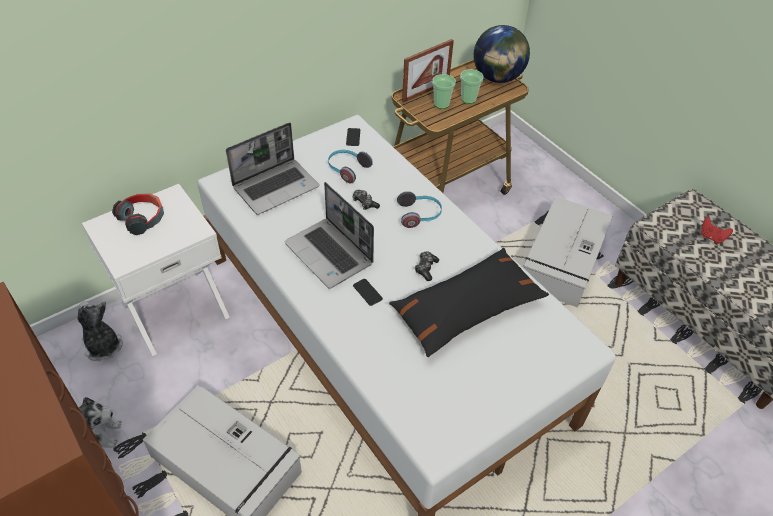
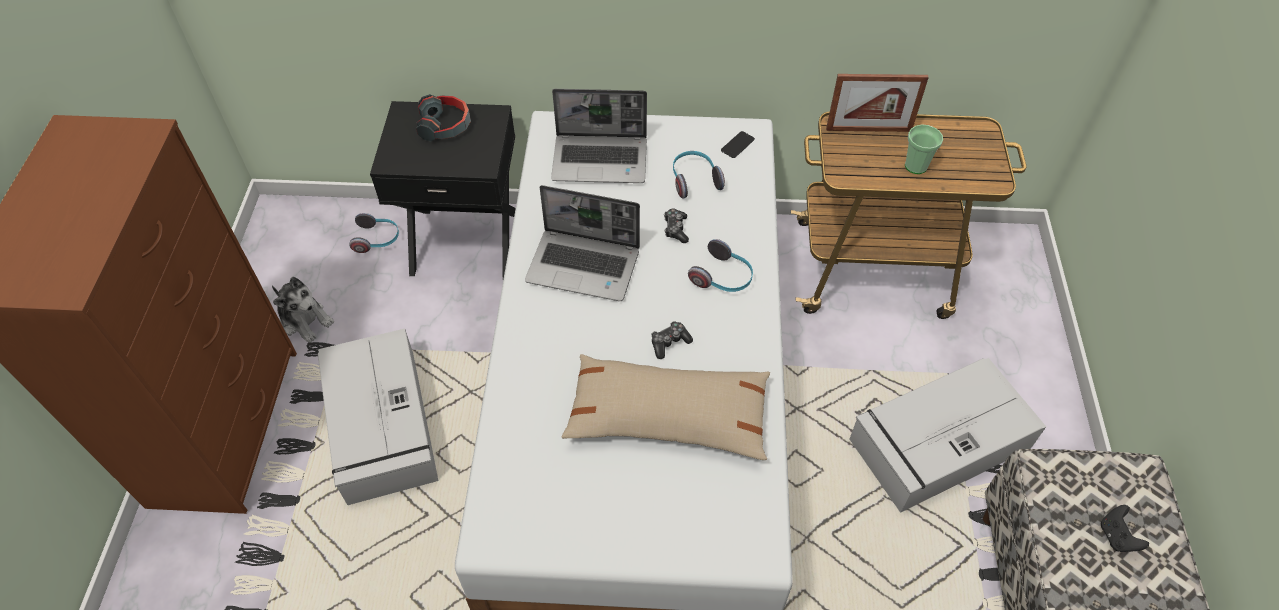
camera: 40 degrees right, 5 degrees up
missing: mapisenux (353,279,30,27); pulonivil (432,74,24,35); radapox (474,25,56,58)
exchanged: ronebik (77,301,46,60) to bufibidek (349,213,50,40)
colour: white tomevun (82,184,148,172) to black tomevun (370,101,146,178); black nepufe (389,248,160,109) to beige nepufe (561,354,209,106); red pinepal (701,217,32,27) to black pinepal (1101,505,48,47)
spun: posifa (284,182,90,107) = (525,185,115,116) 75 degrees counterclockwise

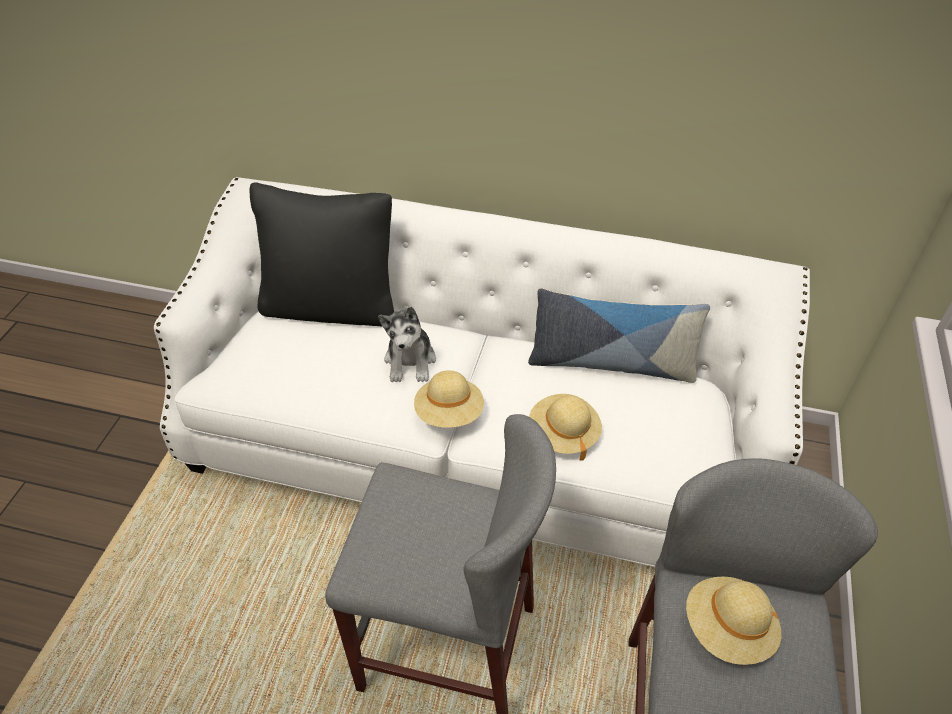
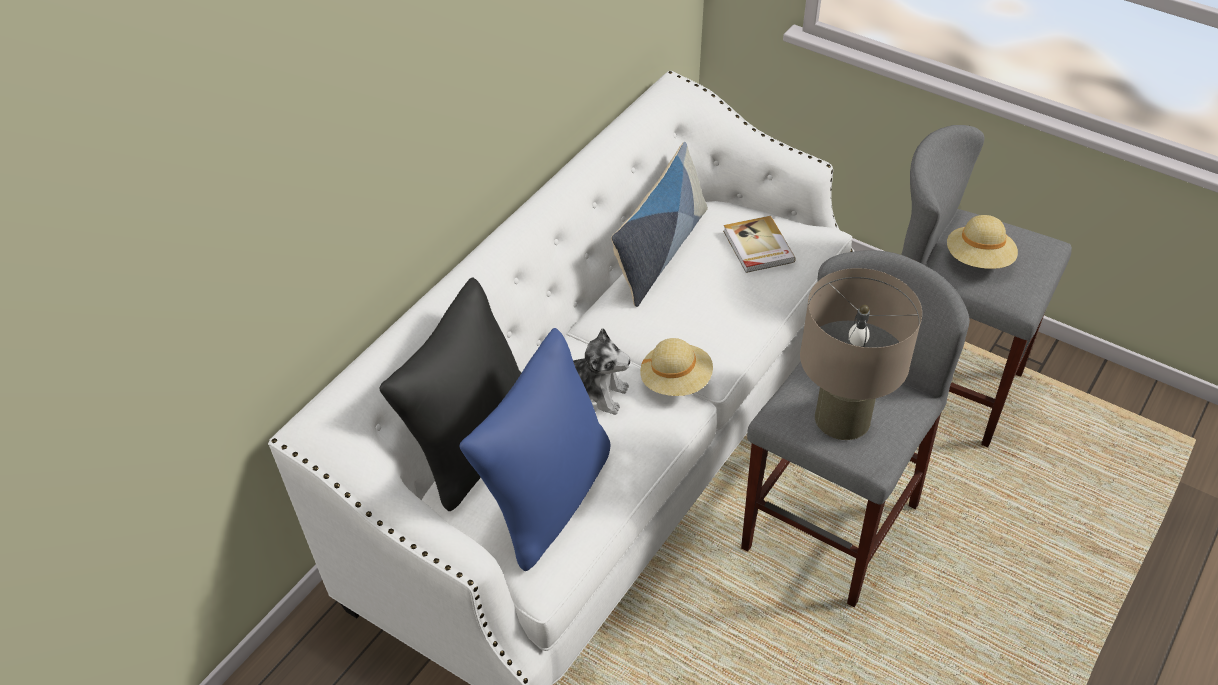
camera: 70 degrees left, 0 degrees up
missing: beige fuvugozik (529,394,73,67)
appeared: blue nepufe (460,328,150,243); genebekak (723,216,73,57); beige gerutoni (800,268,122,172)

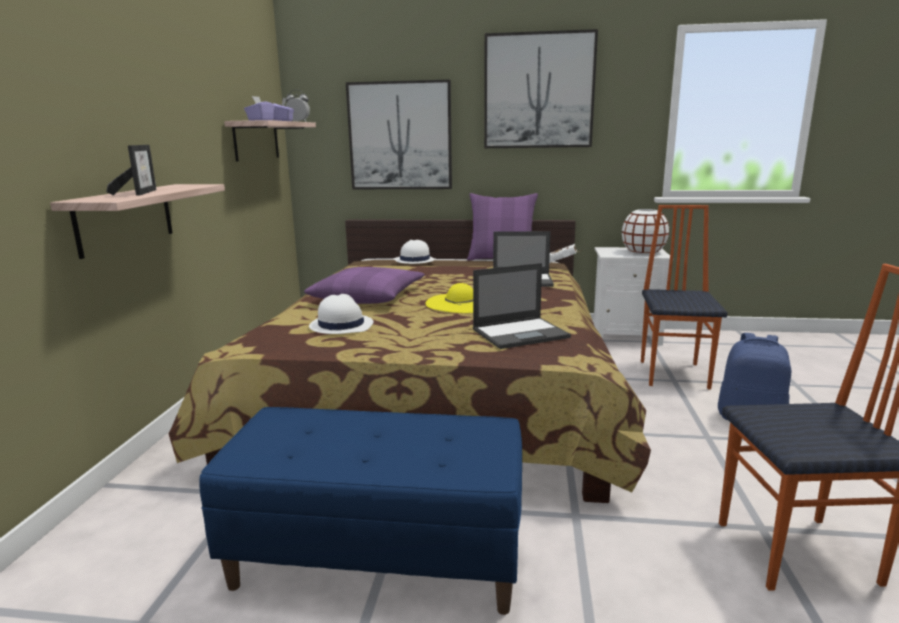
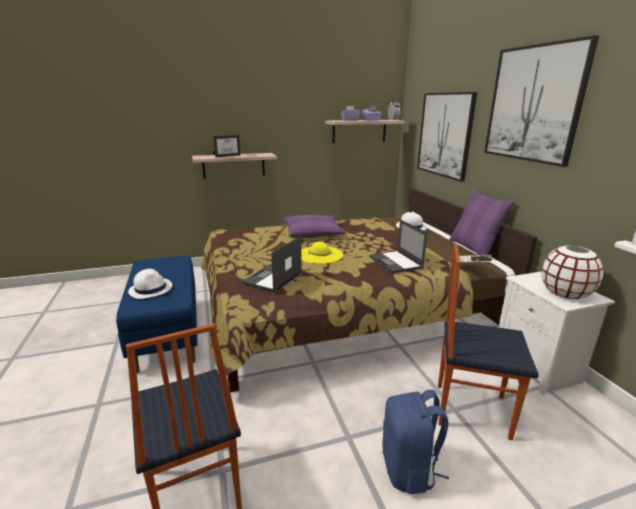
camera: 65 degrees right, 5 degrees up
relocated: white fuvugozik (309,294,64,40) to (128,269,44,30)
spun: posifa (473,263,98,86) = (241,236,61,57) 75 degrees clockwise; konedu (641,205,87,185) = (438,243,101,197) 150 degrees counterclockwise

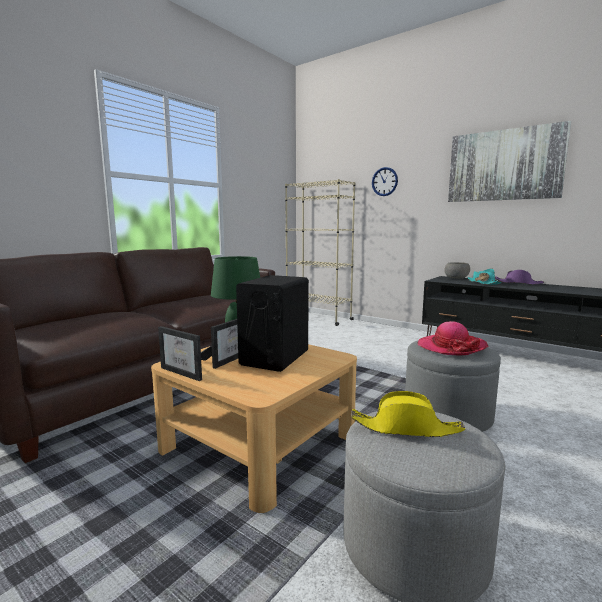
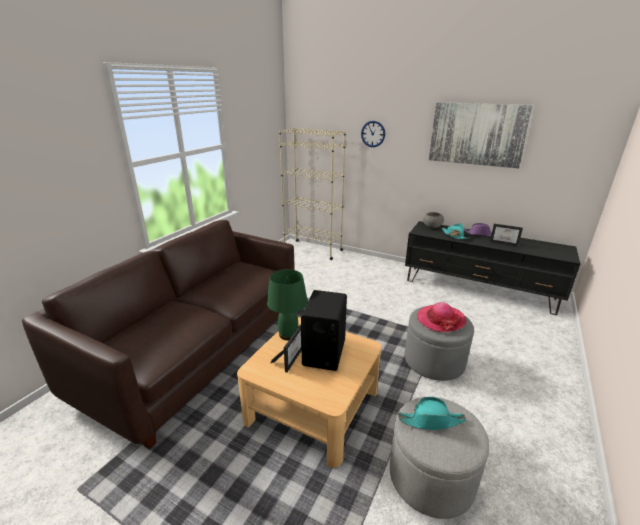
camera: 10 degrees left, 15 degrees up
relocated: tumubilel (158,326,44,55) to (490,224,33,22)
colour: yellow fuvugozik (351,391,115,46) to turquoise fuvugozik (398,397,68,33)

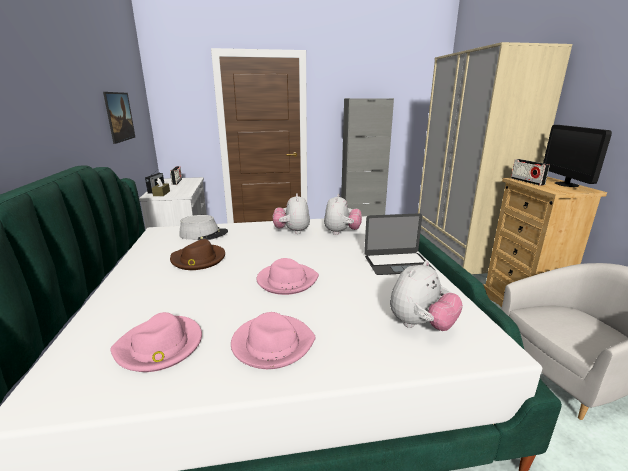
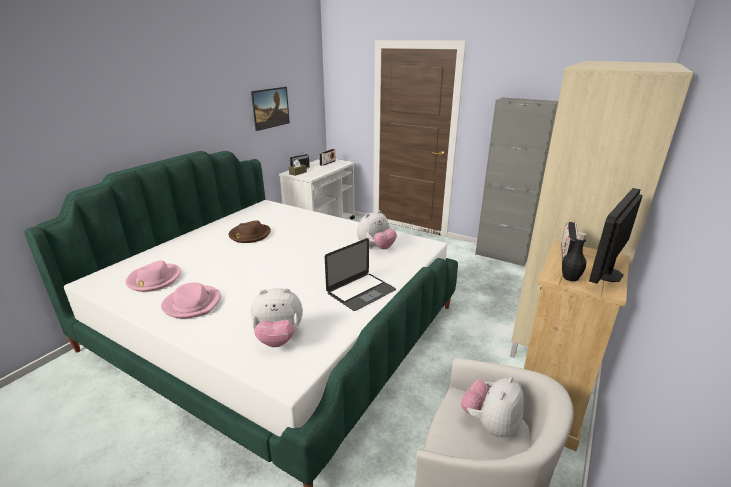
camera: 40 degrees right, 5 degrees up
missing: grey fuvugozik (179,215,49,25); pink fuvugozik (257,258,62,37)
appeared: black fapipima (562,232,25,49)
relocated: ronebik (273,193,37,41) to (461,377,63,60)
spun: posifa (364,213,71,62) = (325,238,71,73) 75 degrees counterclockwise

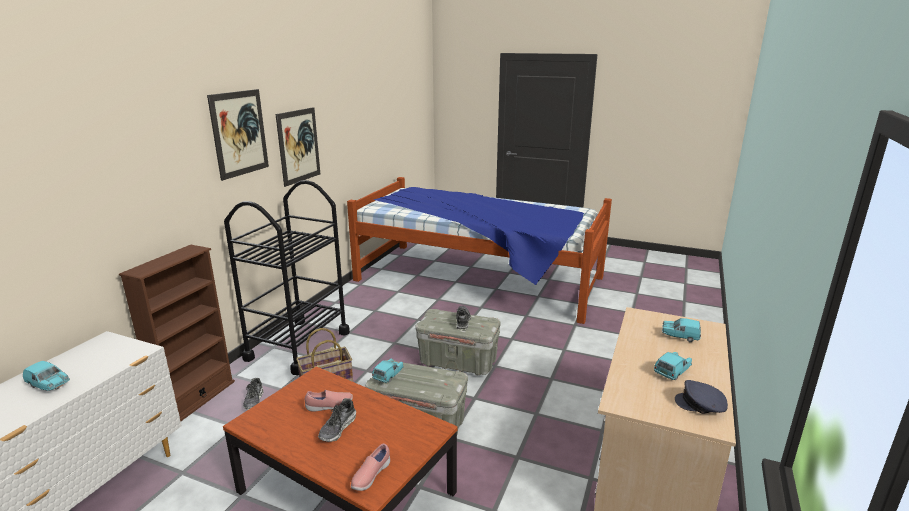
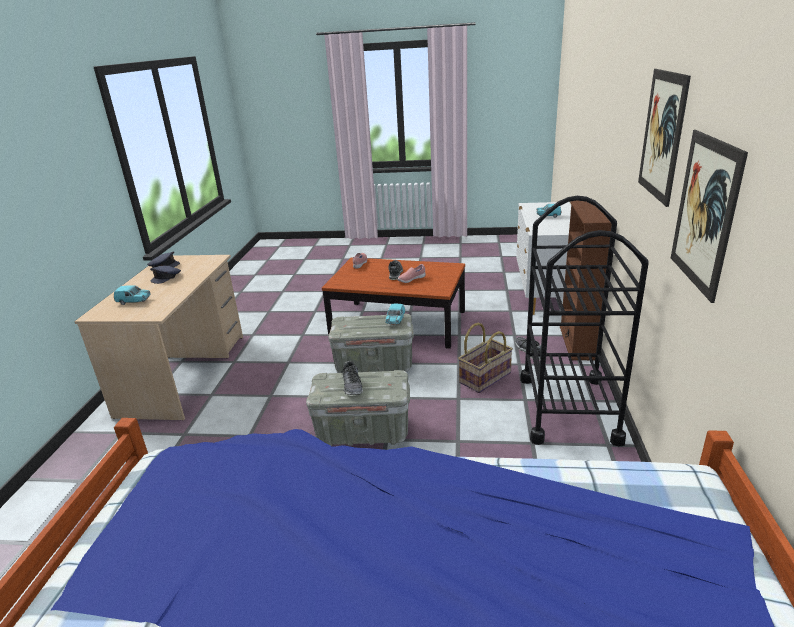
camera: 165 degrees right, 5 degrees up
exchanged: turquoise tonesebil (654,352,38,28) to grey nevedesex (150,265,31,19)

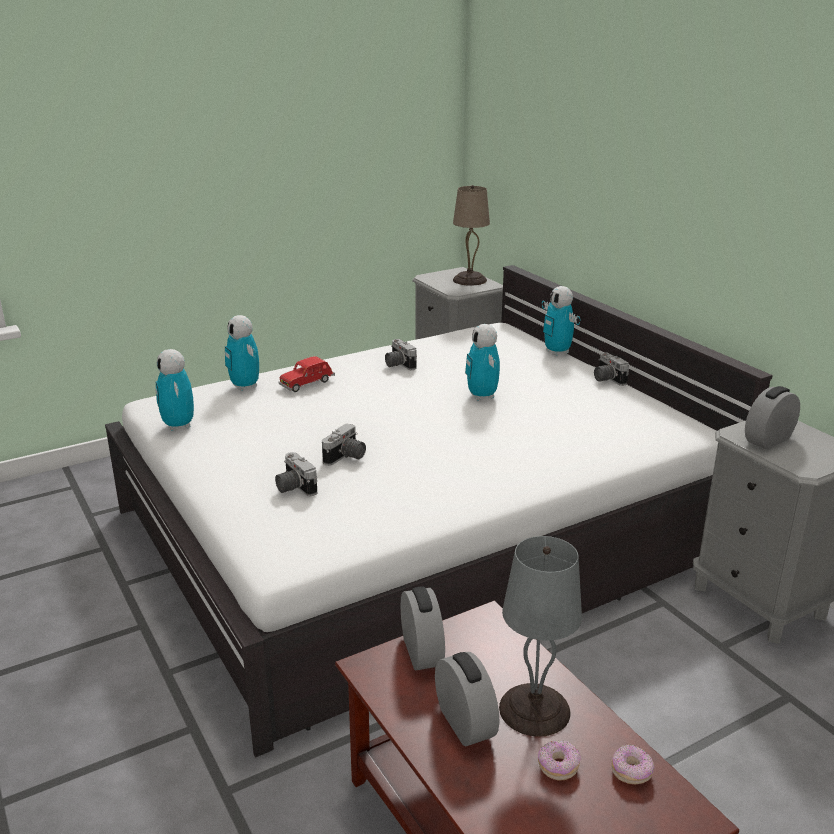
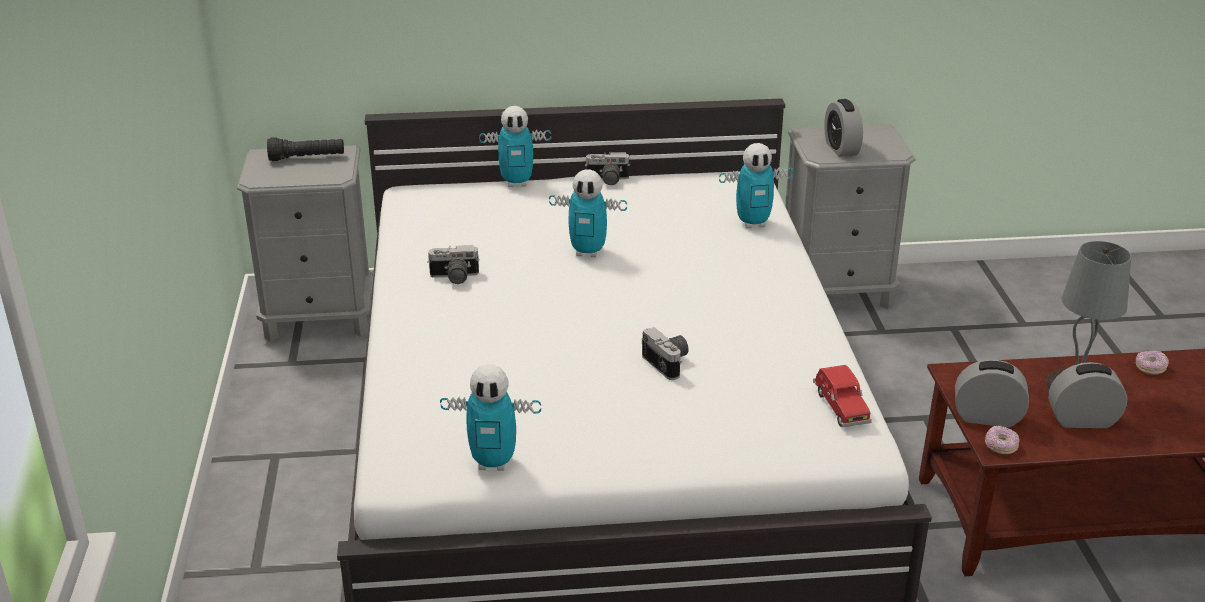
camera: 65 degrees left, 5 degrees up
missing: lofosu (275,452,42,44)
relocated: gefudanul (225,315,34,76) to (719,143,74,85); red tonesebil (278,356,57,36) to (813,365,59,63); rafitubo (538,741,42,40) to (985,425,35,29)
exchanged: beige gerutoni (453,185,37,101) to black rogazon (267,137,77,24)

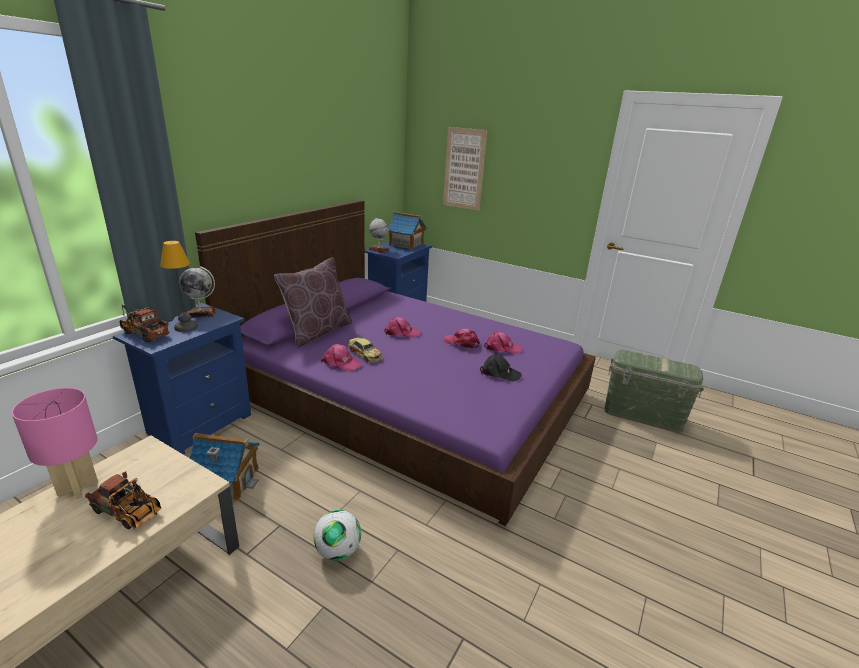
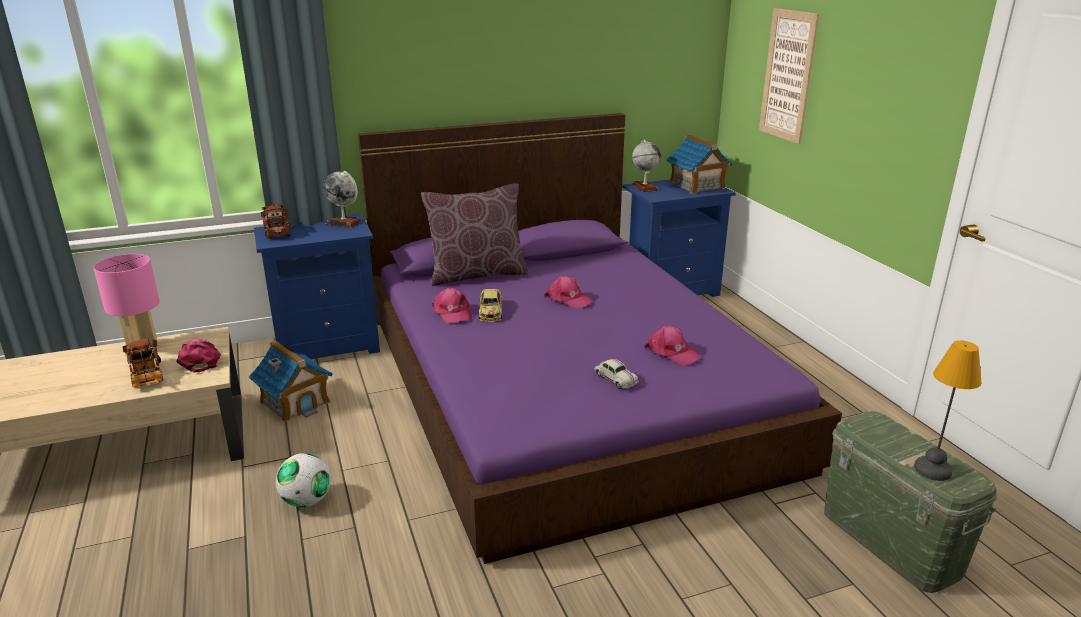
camera: 40 degrees right, 0 degrees up
relocated: pink nevedesex (444,329,36,19) to (176,338,45,34); gerutoni (160,241,38,91) to (914,341,67,140)
exchanged: black nevedesex (480,355,42,27) to white tonesebil (594,359,45,30)

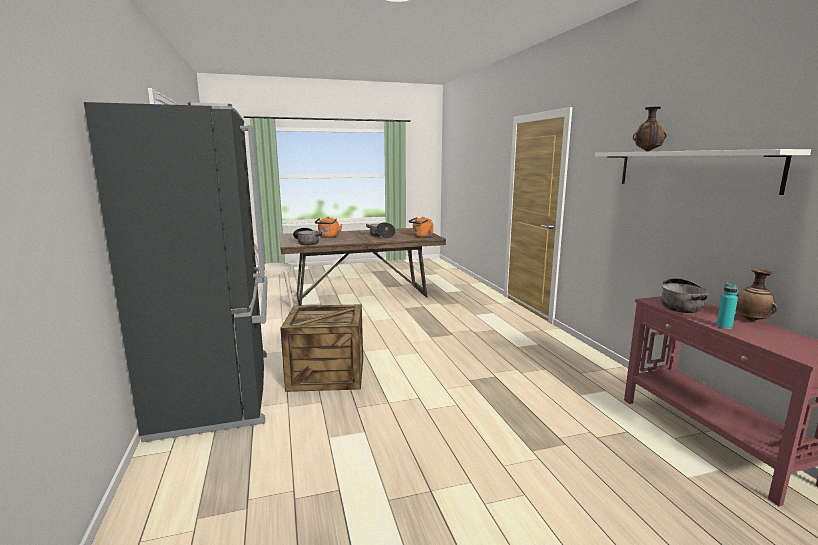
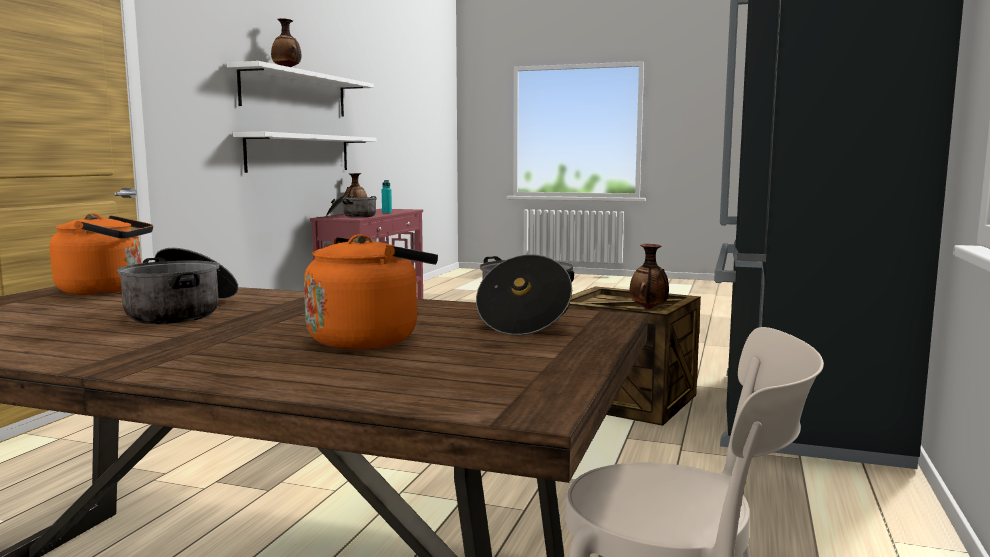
camera: 145 degrees left, 5 degrees down
appeared: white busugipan (233,132,144,41); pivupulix (630,244,39,65)

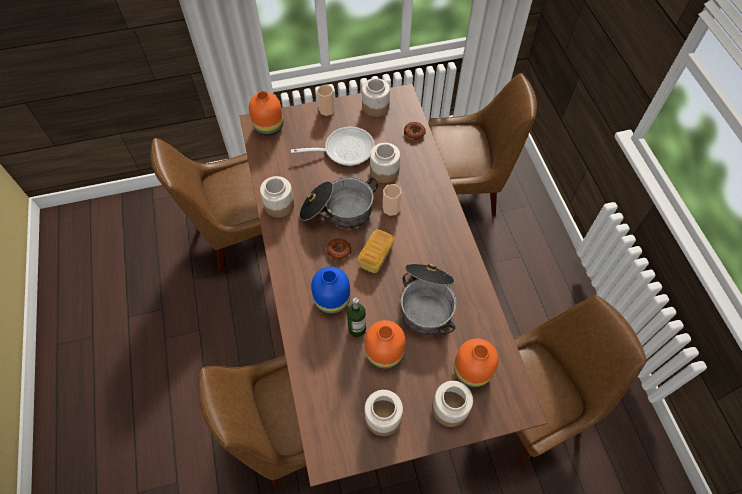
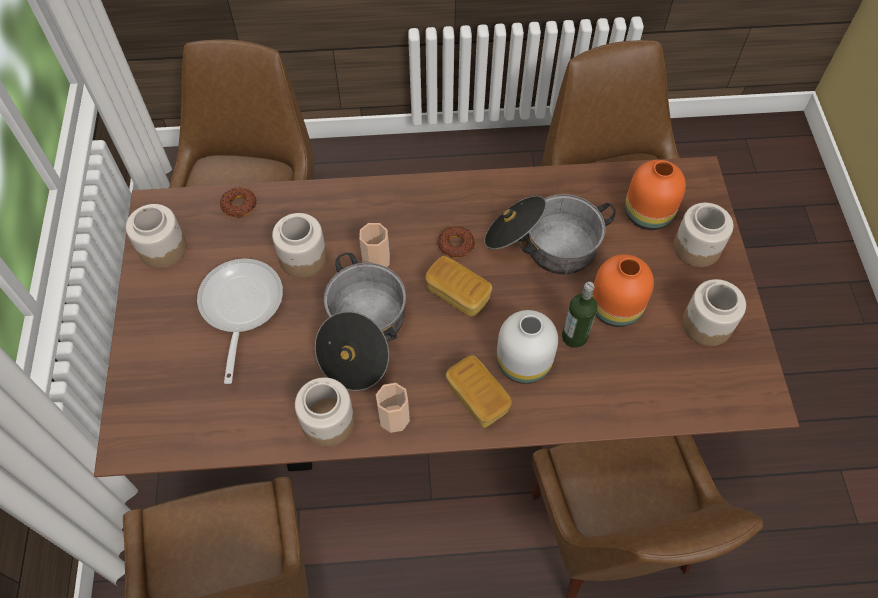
camera: 80 degrees left, 0 degrees up
missing: orange pivupulix (249,91,34,45)
appeared: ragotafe (446,355,66,73)
relocated: pulonivil (317,85,18,31) to (376,383,34,50); rafitubo (327,238,25,23) to (438,226,37,32)
colour: blue pivupulix (311,267,39,47) to white pivupulix (497,310,61,74)

